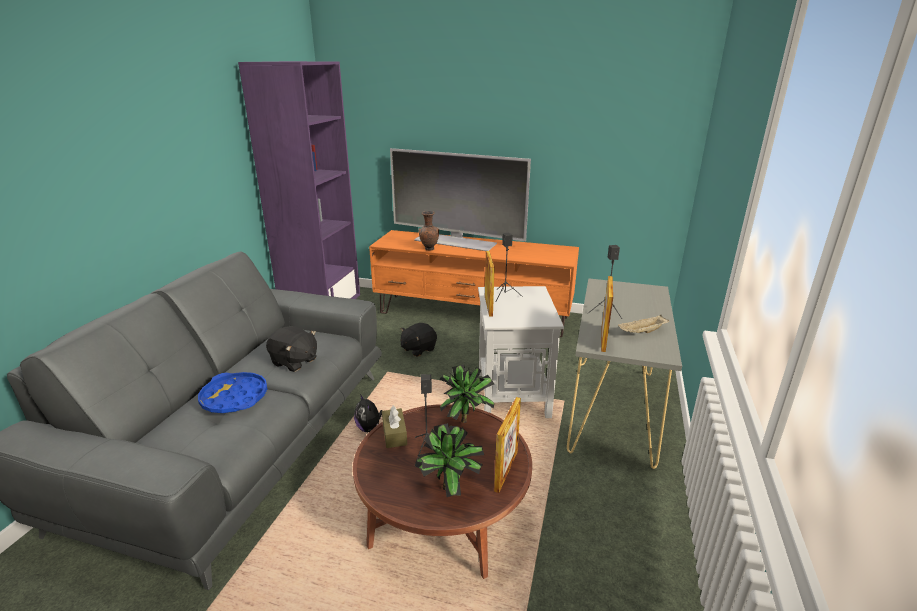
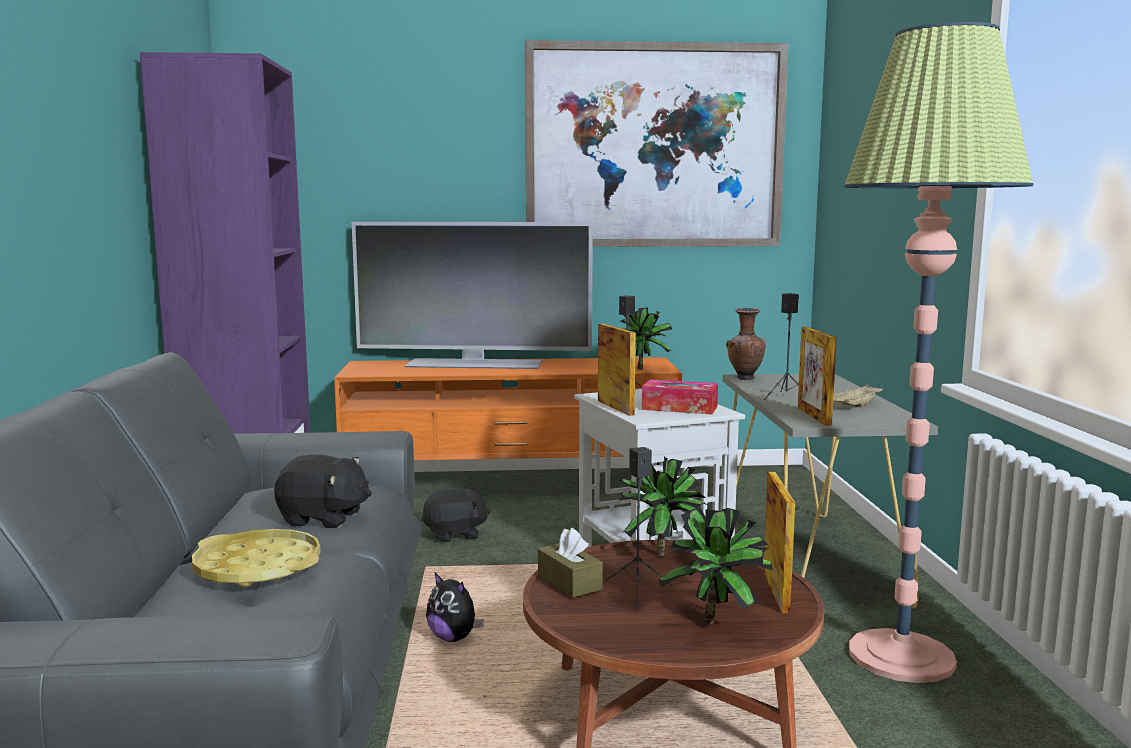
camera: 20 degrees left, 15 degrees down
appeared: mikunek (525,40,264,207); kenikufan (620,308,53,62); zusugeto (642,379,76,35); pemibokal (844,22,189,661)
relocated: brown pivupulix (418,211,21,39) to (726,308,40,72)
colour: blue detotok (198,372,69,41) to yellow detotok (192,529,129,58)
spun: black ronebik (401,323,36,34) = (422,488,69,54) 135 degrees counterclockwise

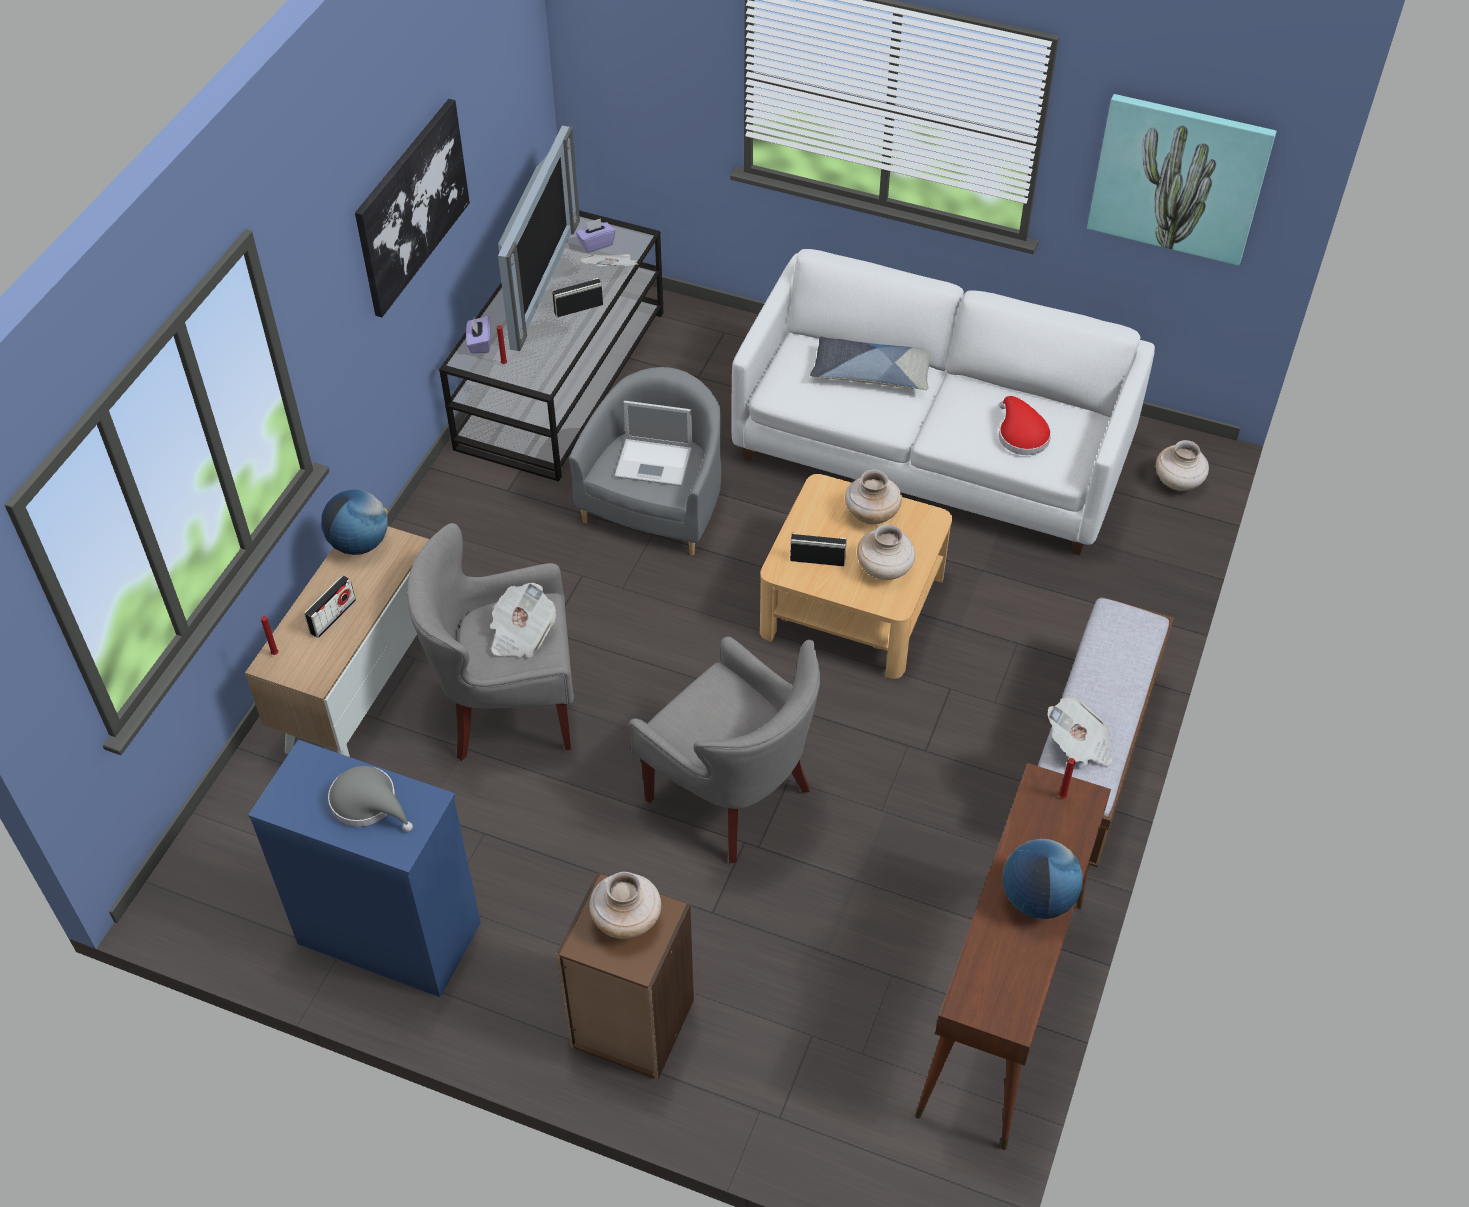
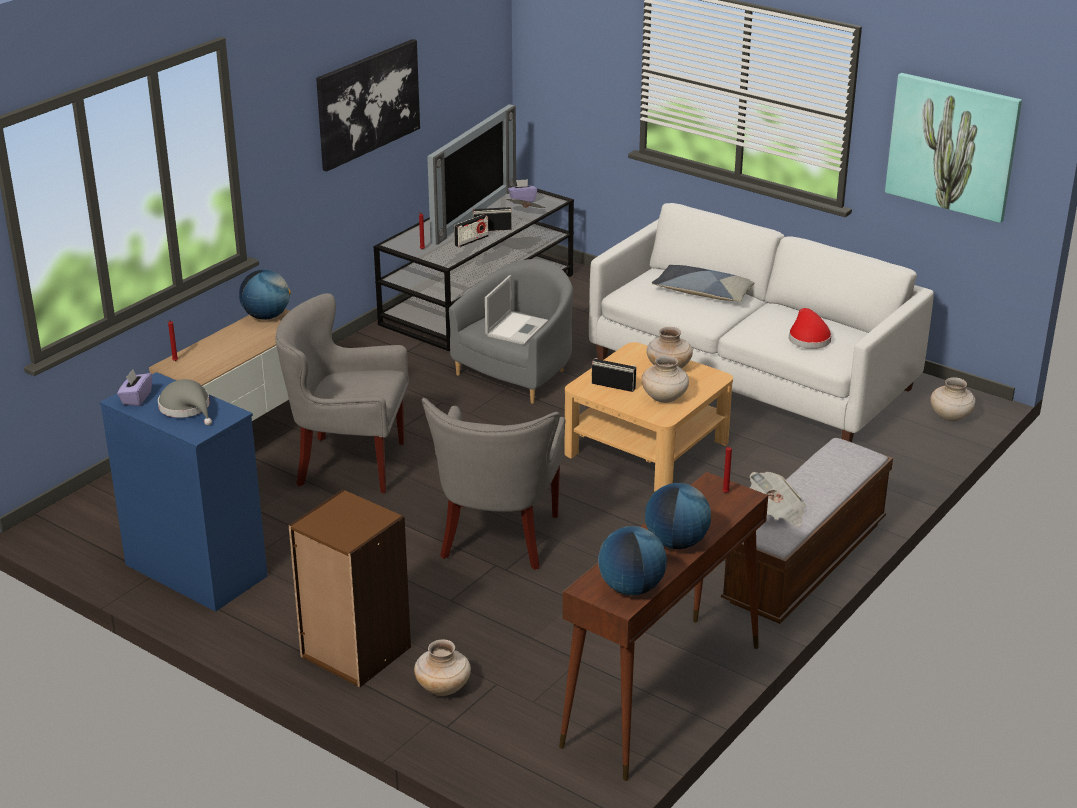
camera: 15 degrees right, 20 degrees down
missing: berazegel (490,583,66,75)
appeared: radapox (598,526,69,69)
relocated: purple zusugeto (466,316,25,38) to (117,369,35,37); beige pivupulix (589,872,72,67) to (414,639,57,57); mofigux (304,575,52,63) to (454,214,34,34)
spun: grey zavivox (629,636,191,228) = (422,398,144,172) 45 degrees clockwise; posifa (615,401,77,85) = (485,275,63,70) 90 degrees counterclockwise

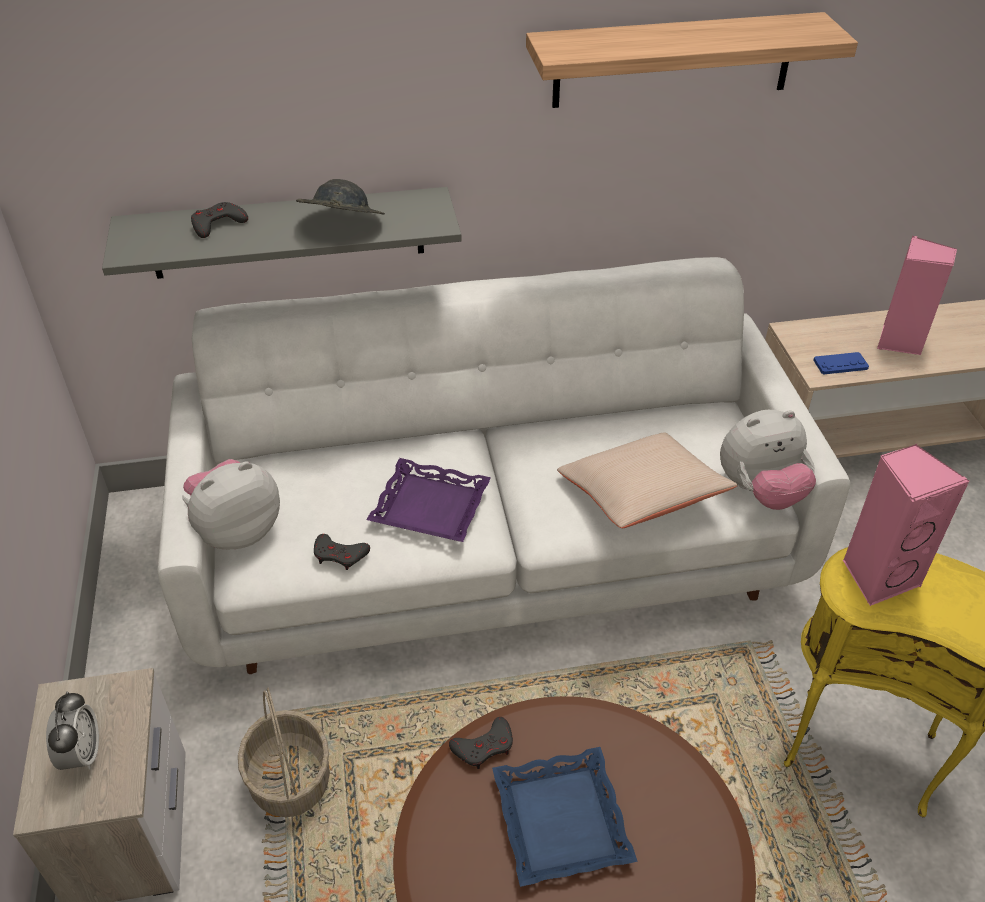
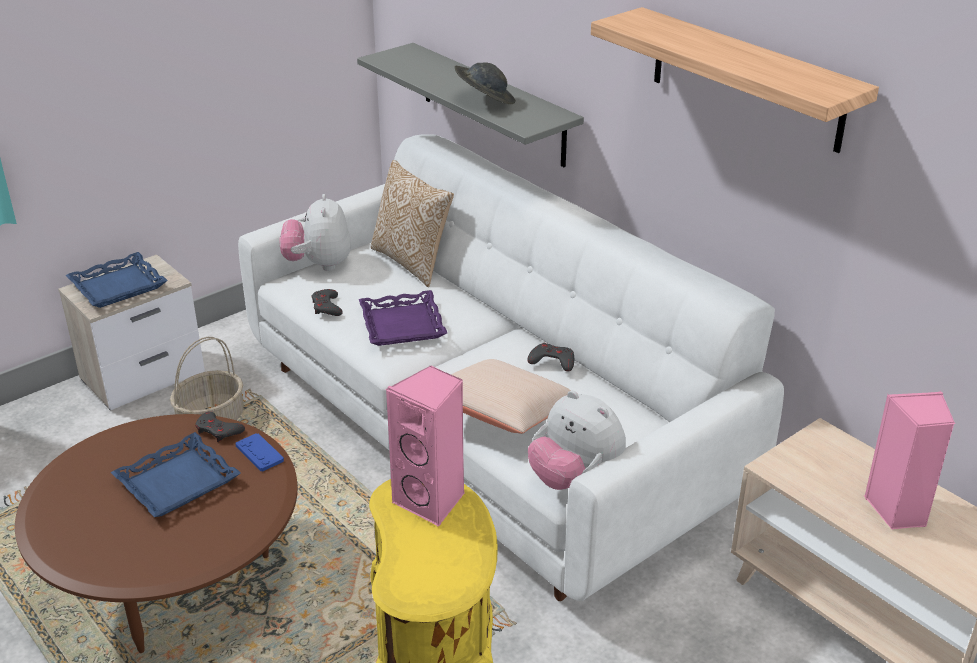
camera: 60 degrees right, 10 degrees down
appeared: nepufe (370,160,84,127)
relocated: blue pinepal (813,352,56,23) to (235,433,49,38); grey pinepal (191,202,57,36) to (527,343,47,28)
exchanged: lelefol (46,691,53,79) to blue detotok (66,252,102,56)
spun: ronebik (182,459,98,90) = (279,194,72,77) 120 degrees counterclockwise

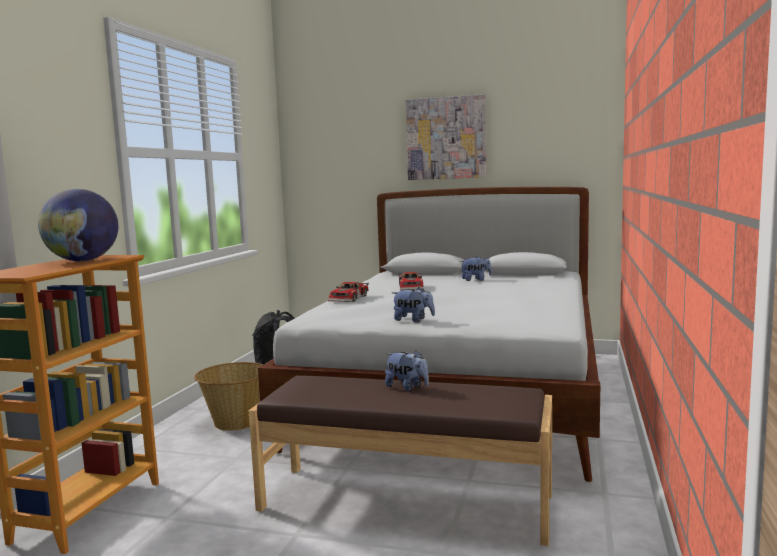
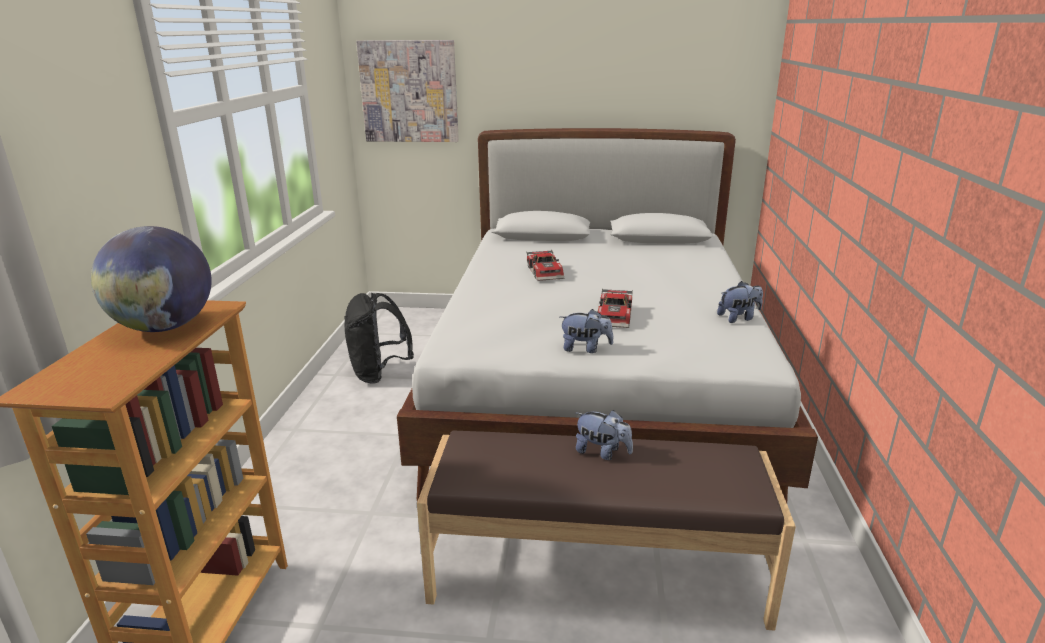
camera: 10 degrees left, 15 degrees up
missing: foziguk (194,362,70,69)
relocated: mikunek (406,94,80,86) to (356,40,103,102); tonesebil (328,282,41,20) to (598,288,35,40); ronebik (460,256,32,25) to (717,281,46,42)

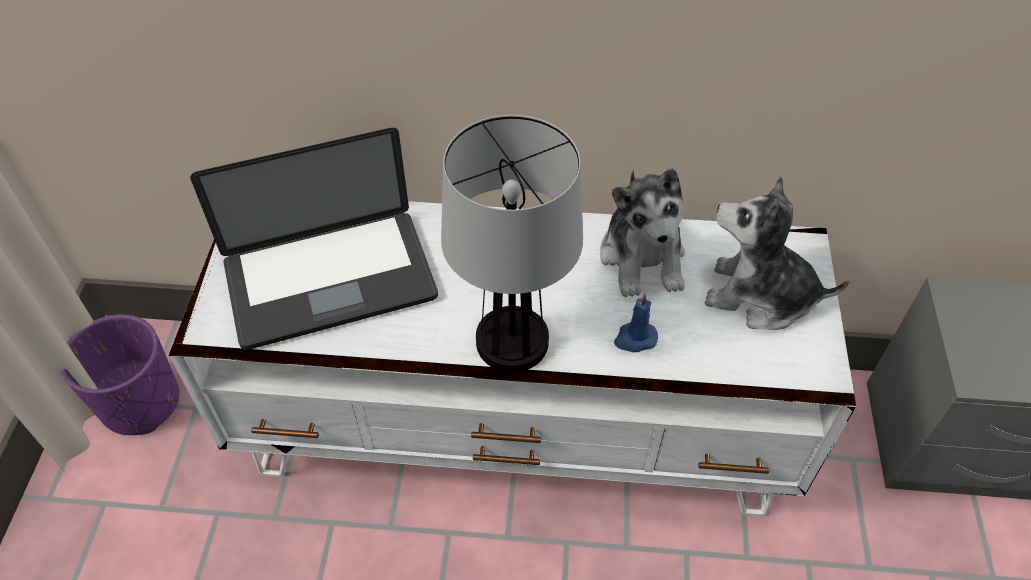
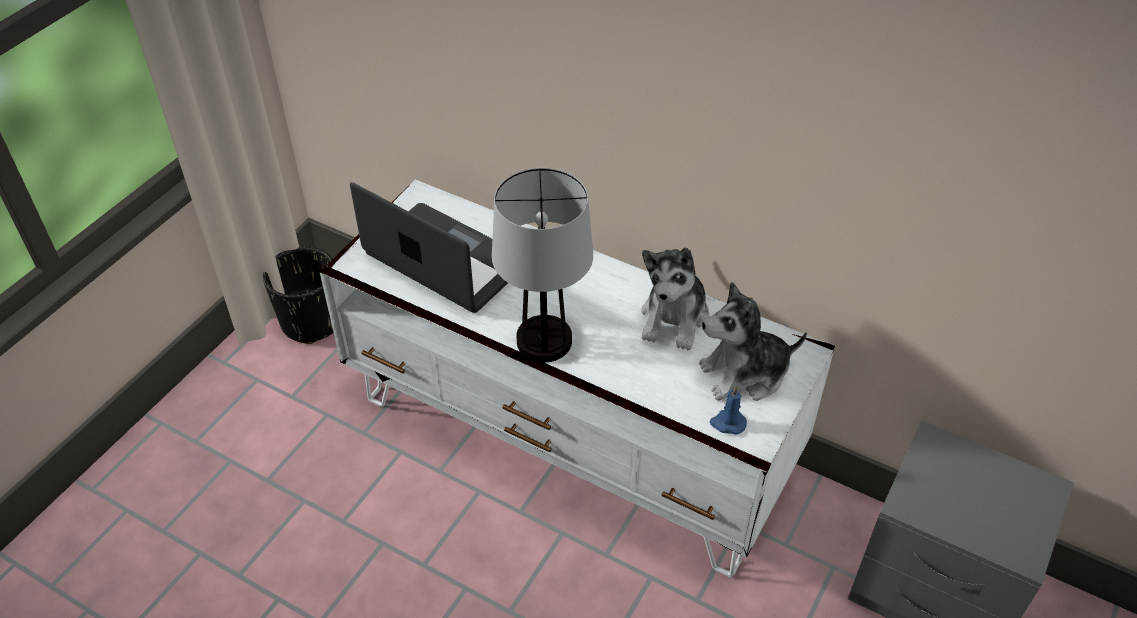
camera: 25 degrees right, 5 degrees down
relocated: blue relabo (614,294,44,58) to (710,386,37,48)
colour: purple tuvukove (61,314,118,121) to black tuvukove (263,247,71,97)
spun: posifa (190,128,248,222) = (350,182,158,131) 150 degrees counterclockwise; ronebik (704,176,146,154) = (699,282,108,119) 60 degrees counterclockwise

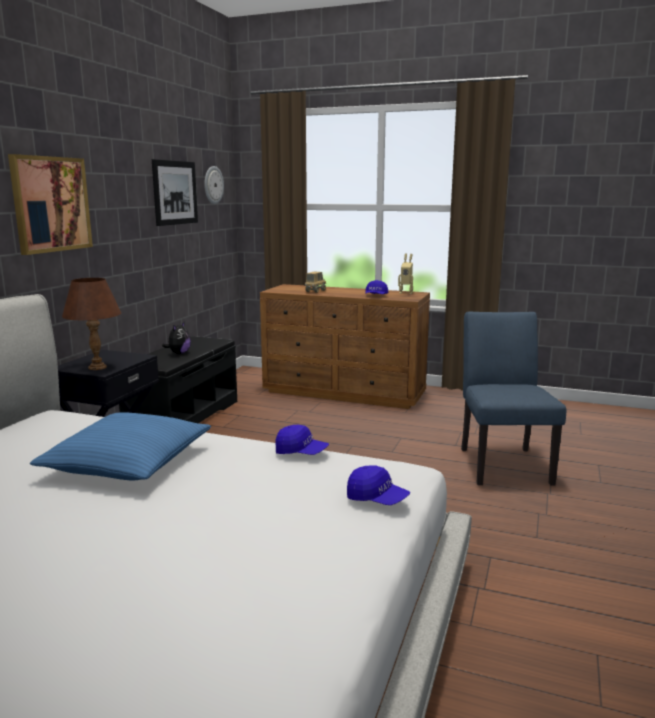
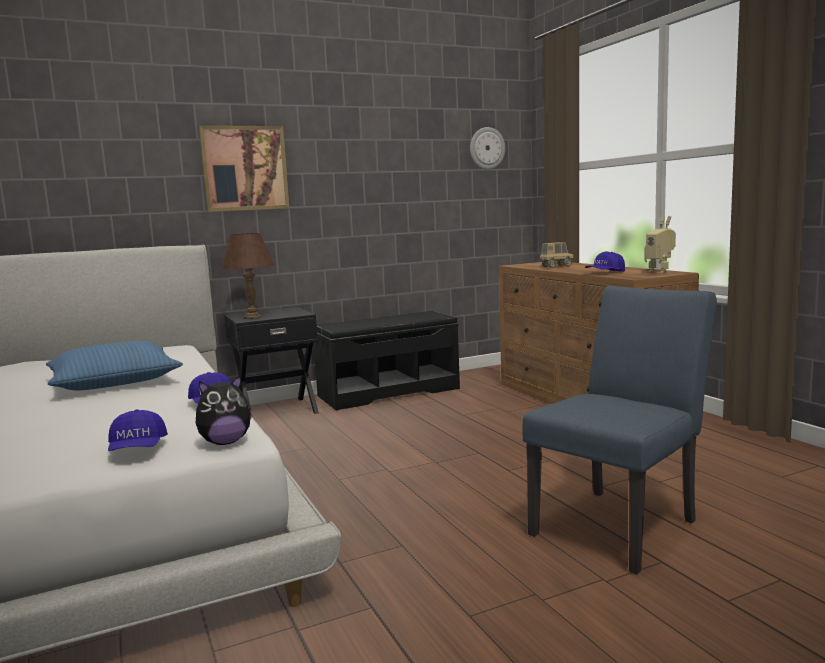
camera: 45 degrees right, 5 degrees down
missing: mikunek (152,159,46,67)
relocated: ronebik (162,322,29,32) to (196,375,56,70)

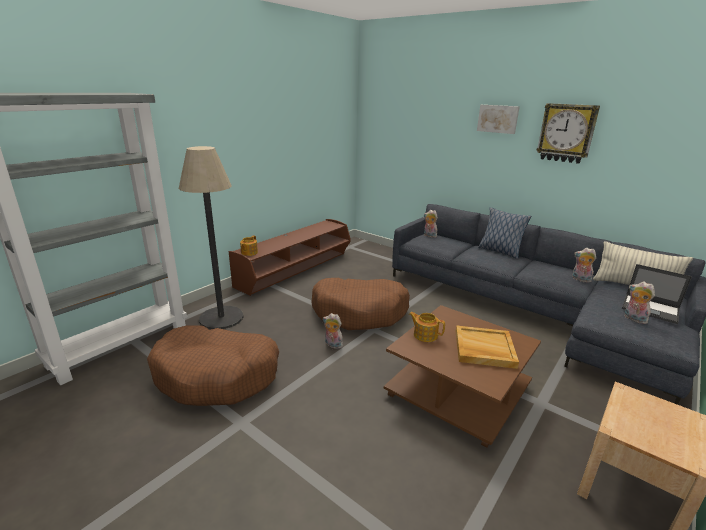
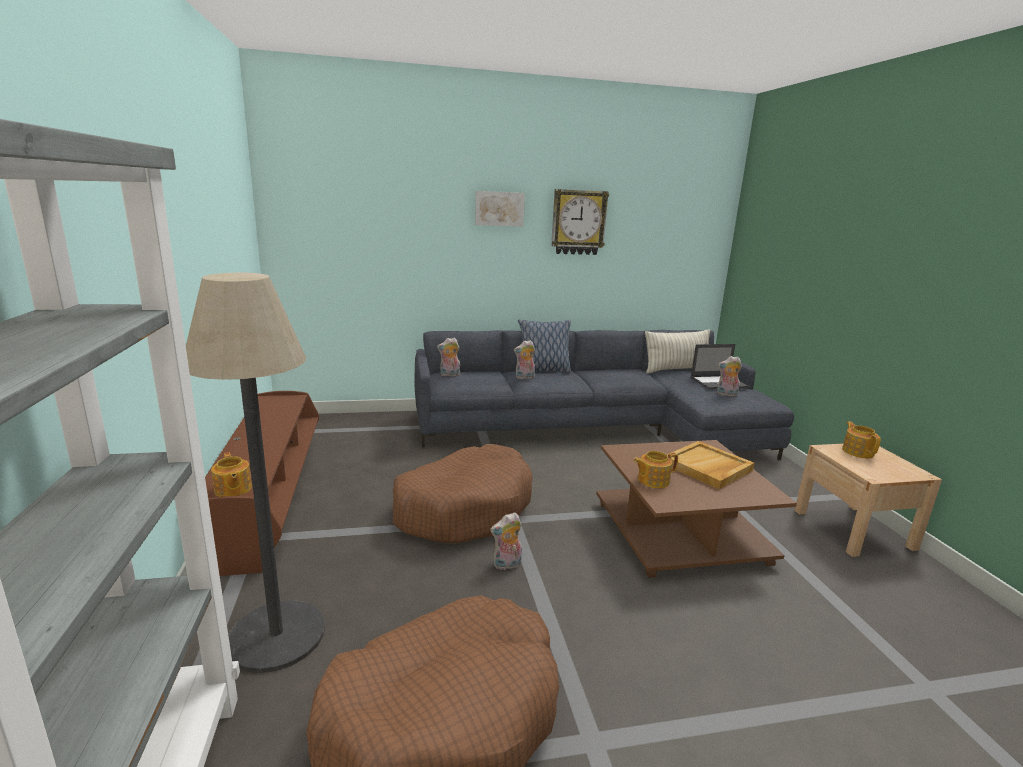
camera: 50 degrees left, 5 degrees down
appeared: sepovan (842,421,39,37)
relocated: ronebik (572,248,24,35) to (514,340,21,39)

